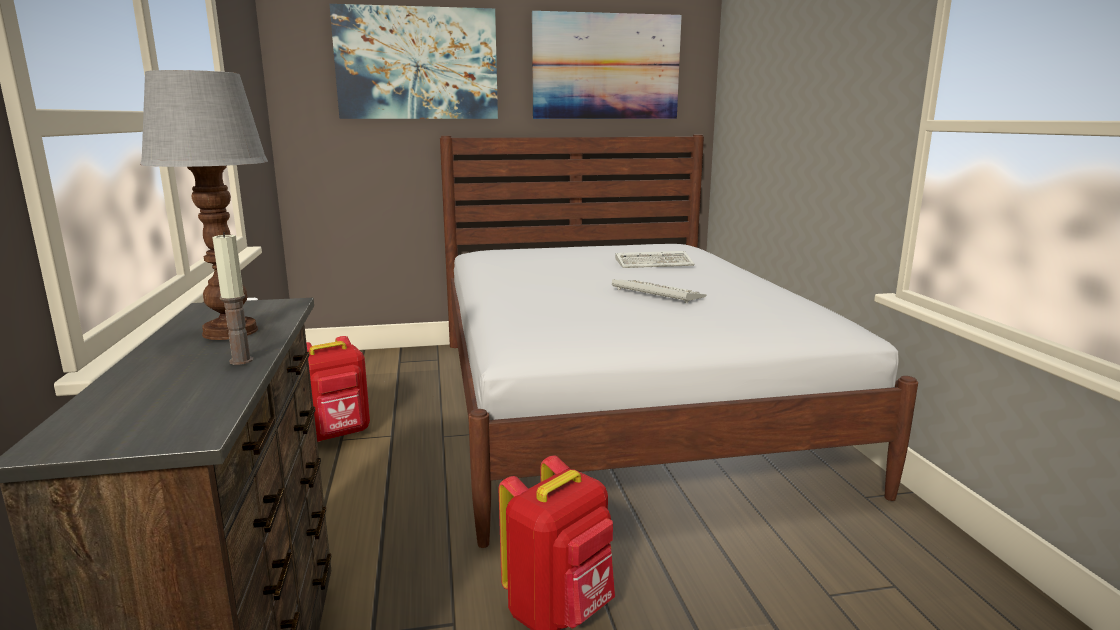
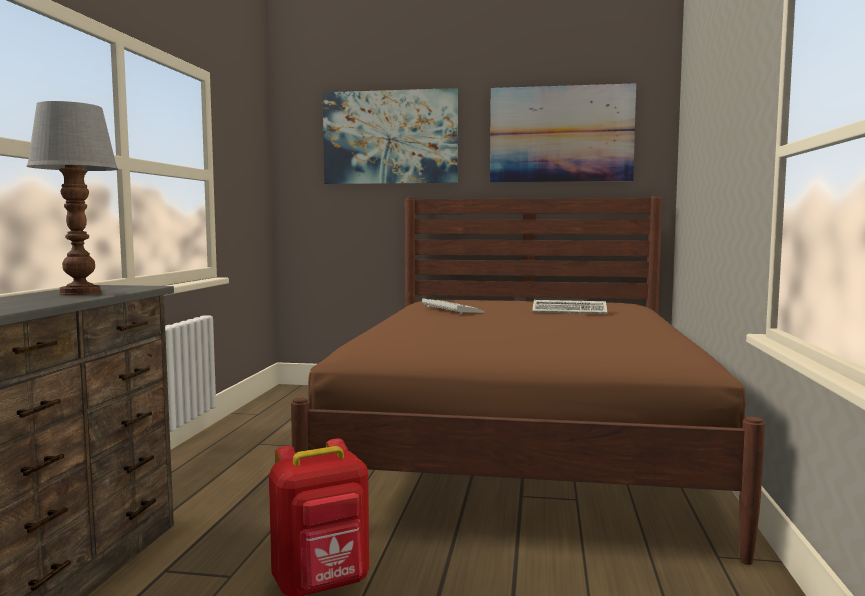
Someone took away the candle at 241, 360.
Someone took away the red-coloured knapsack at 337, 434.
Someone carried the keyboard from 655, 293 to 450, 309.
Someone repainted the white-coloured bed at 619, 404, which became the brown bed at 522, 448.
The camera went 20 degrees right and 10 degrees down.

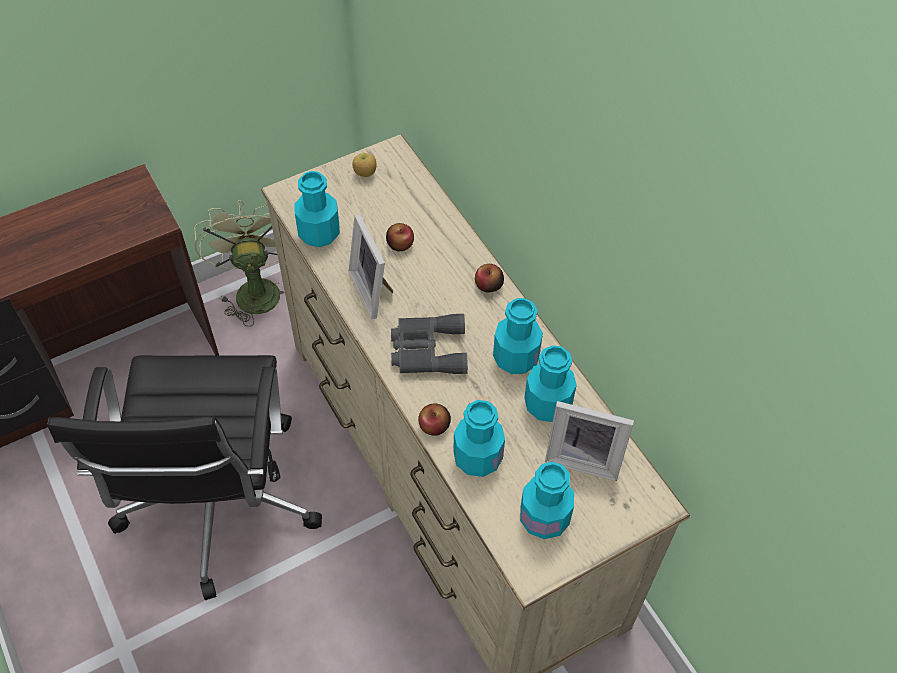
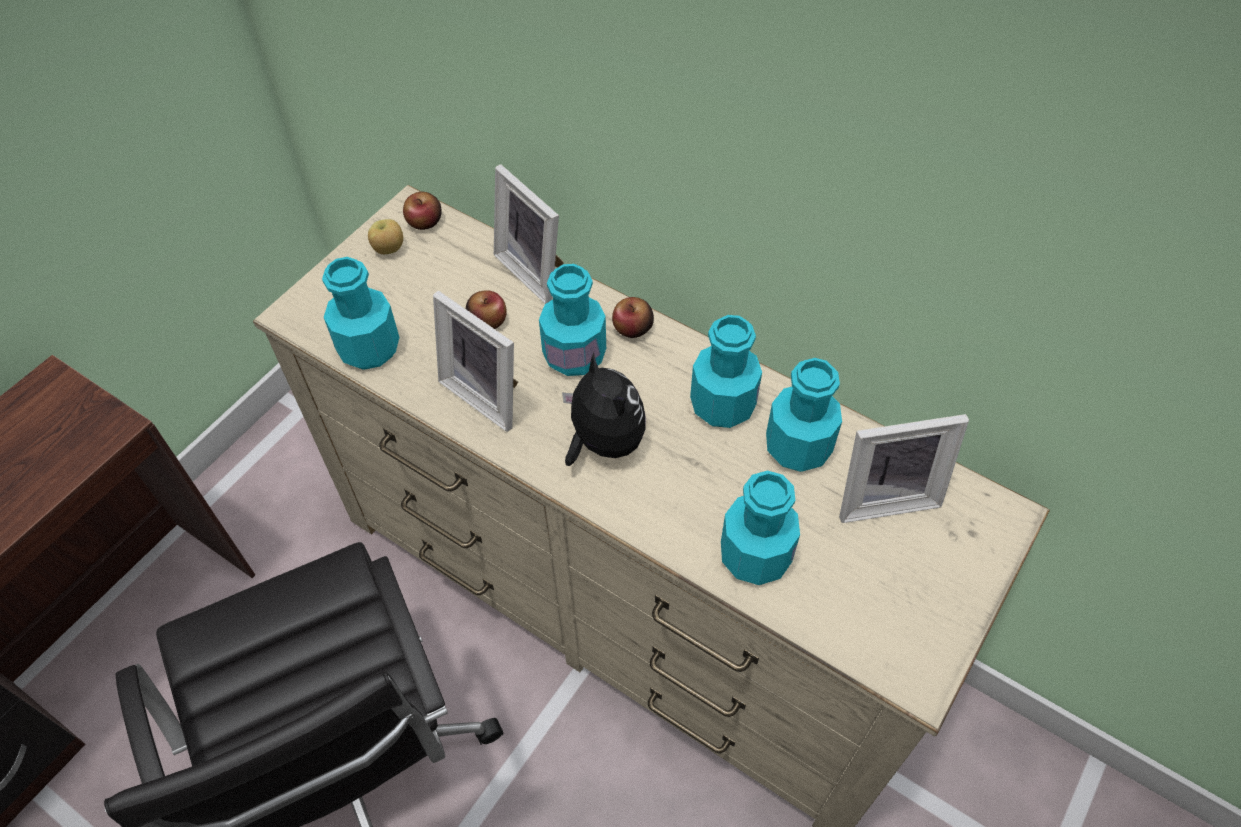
Someone took away the green electric fan at 255, 289.
Someone put down the standing frame at 535, 270.
Someone carried the apple fruit from 434, 426 to 425, 221.
Someone carried the blue-green drink bottle from 544, 518 to 574, 354.
Someone swapped the greyish field glasses at 426, 349 for the plush toy at 603, 442.
The camera went 25 degrees left and 0 degrees up.

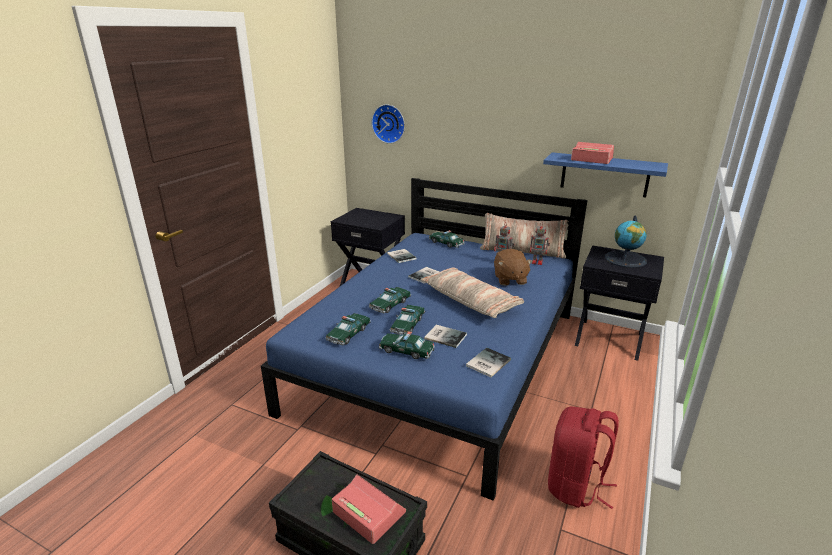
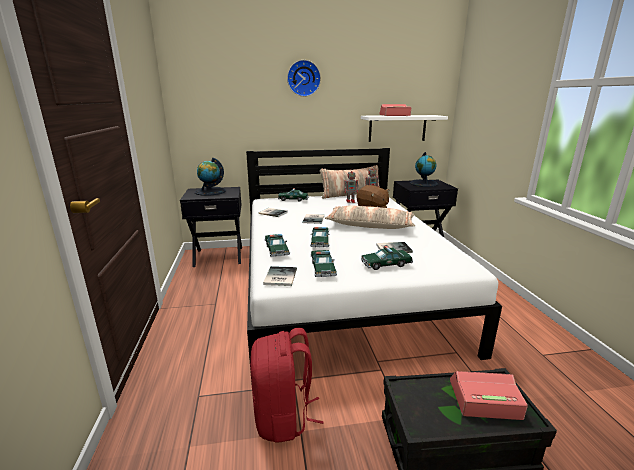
Someone put down the world globe at 210, 191.
Someone carried the clock on the wall from 389, 123 to 303, 78.
Someone carried the miniature car from 408, 325 to 276, 250.
Someone carried the volume from 487, 363 to 279, 277.
Someone carried the red-coloured knapsack from 576, 486 to 283, 417.
Someone repainted the blue-coloured bed at 441, 359, which became the white-coloured bed at 340, 287.
Someone repainted the blue-coloured shelf at 604, 175, which became the white-coloured shelf at 397, 128.
The camera went 35 degrees left and 5 degrees down.

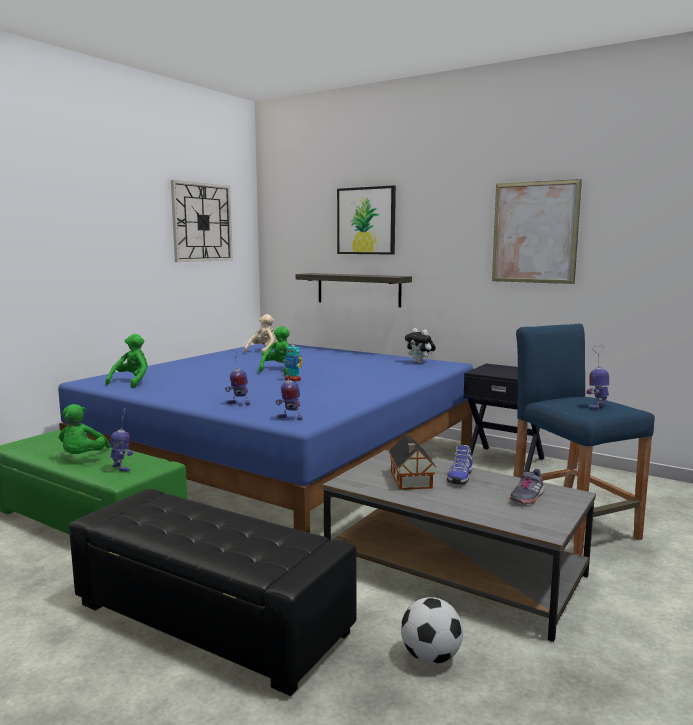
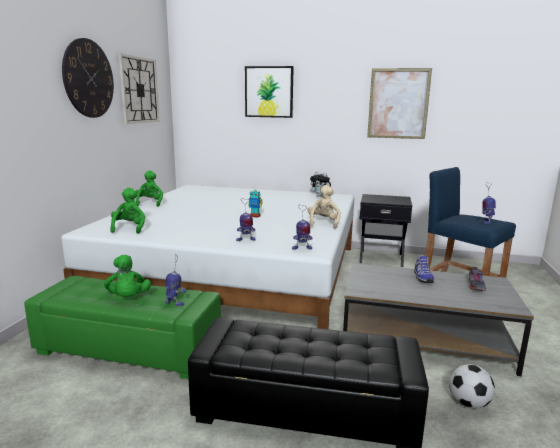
Someone took away the shelf at 358, 289.
Someone took away the model house at 411, 480.
Someone put up the clock on the wall at 88, 78.
Someone carried the sand-coloured plush toy from 263, 352 to 323, 223.
Someone carried the green plush toy from 279, 370 to 150, 203.
Someone repainted the blue-coloured bed at 283, 460, which became the white-coloured bed at 237, 275.
The camera went 20 degrees left and 5 degrees up.

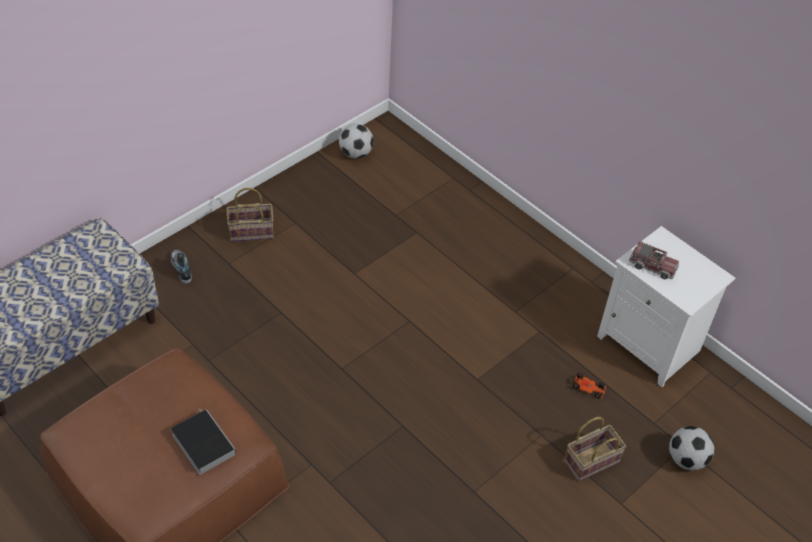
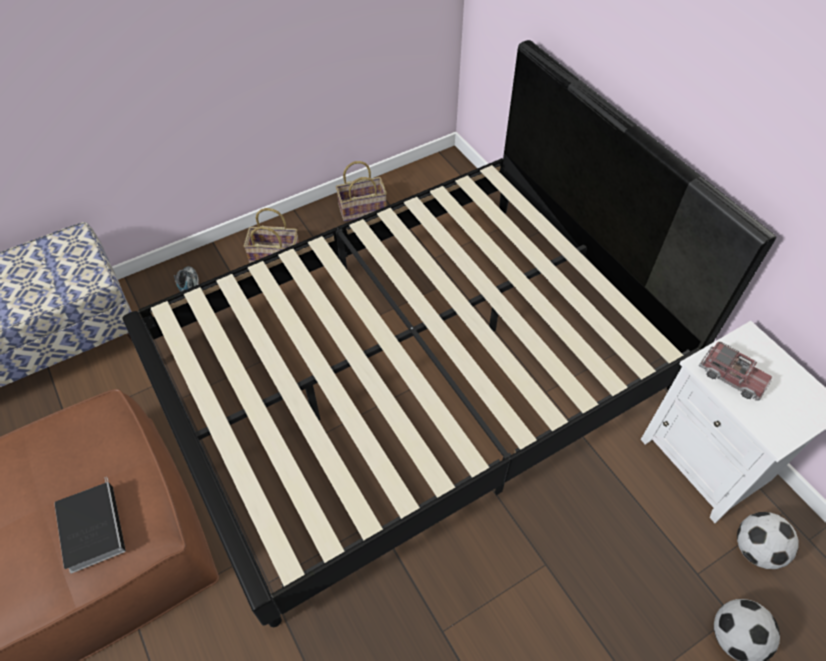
Someone took away the miniature car at 588, 388.
Someone put down the black bed at 414, 376.
Someone carried the ball for football from 356, 154 to 756, 549.
Someone carried the basket from 592, 460 to 363, 208.
The camera went 15 degrees right and 5 degrees up.

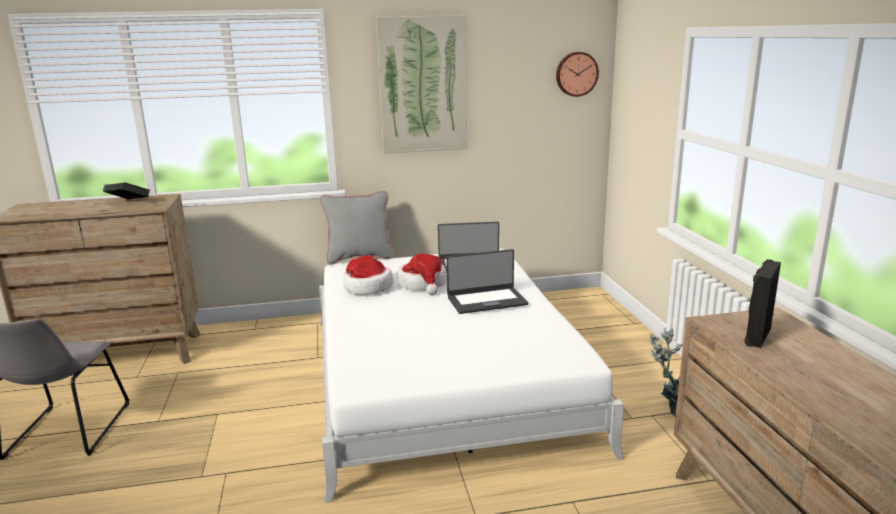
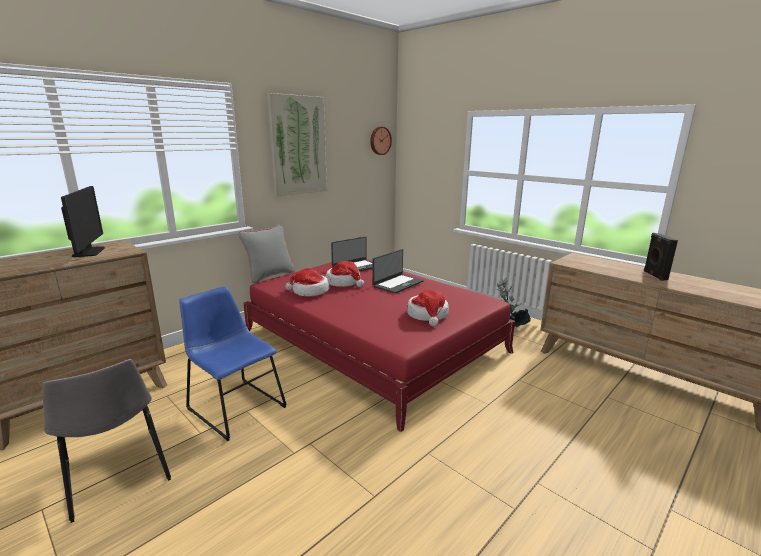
Someone put down the blue-coloured plain chair at 234, 406.
Someone put down the clothing hat at 428, 315.
Someone carried the black audio speaker from 756, 336 to 654, 275.
Someone swapped the volume at 129, 203 for the monitor at 88, 252.
Someone repainted the white-coloured bed at 442, 378, which became the red-coloured bed at 373, 342.
The camera went 35 degrees left and 0 degrees up.

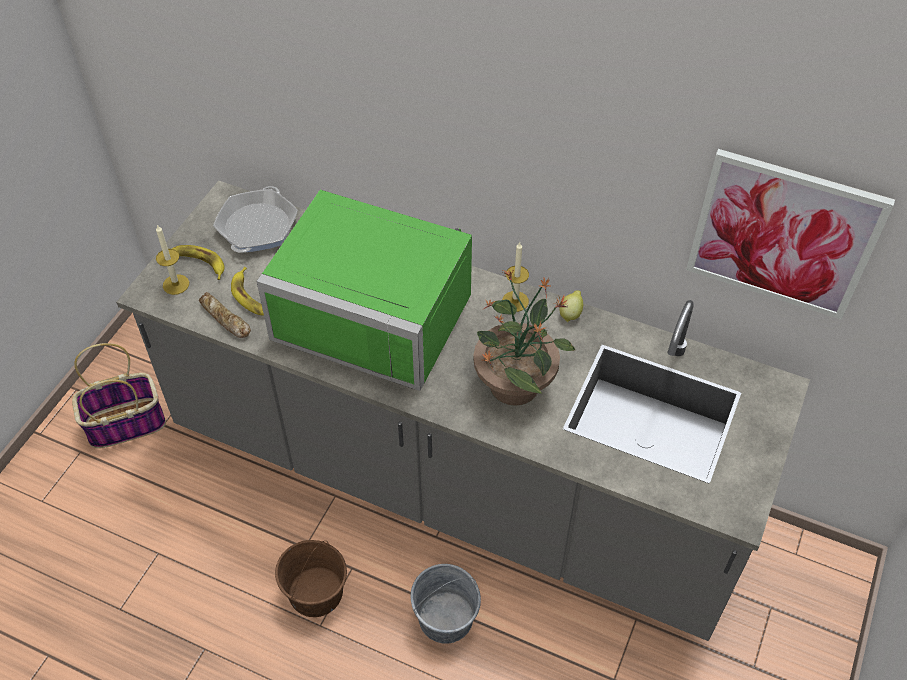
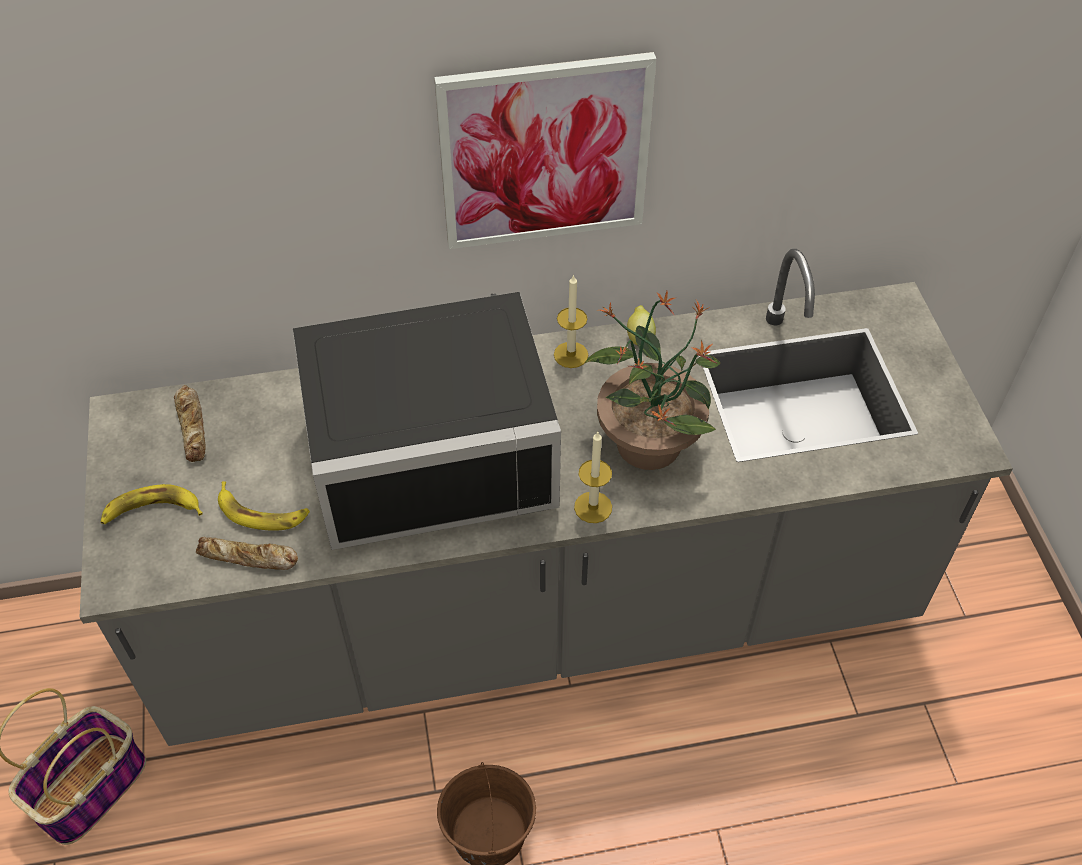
Someone took away the greyish water bucket at 446, 617.
Someone carried the candle from 176, 284 to 593, 507.
Someone carried the wall art from 783, 234 to 544, 152.
Someone swapped the frying pan at 257, 227 for the bakery bread at 193, 427.
Someone repainted the green microwave oven at 379, 311, which became the black microwave oven at 430, 445.
The camera went 35 degrees left and 0 degrees up.

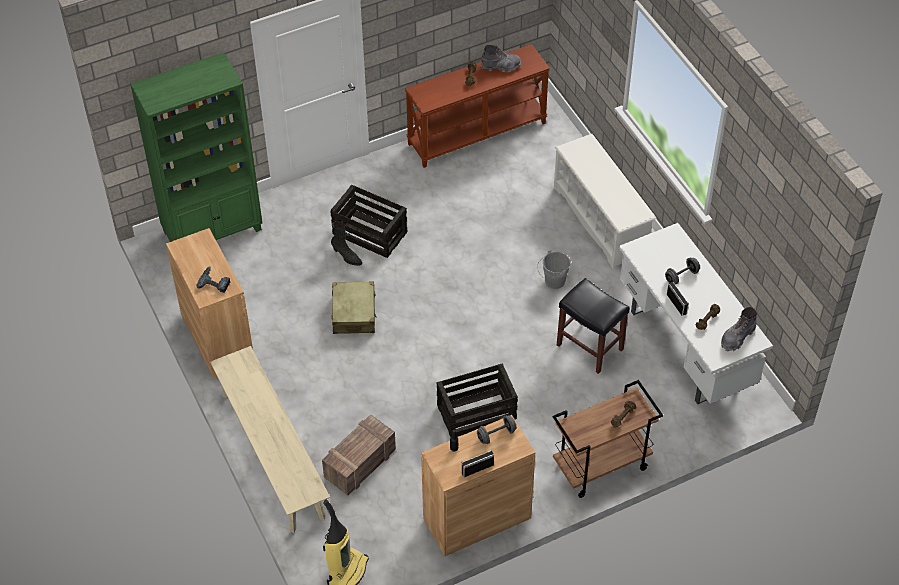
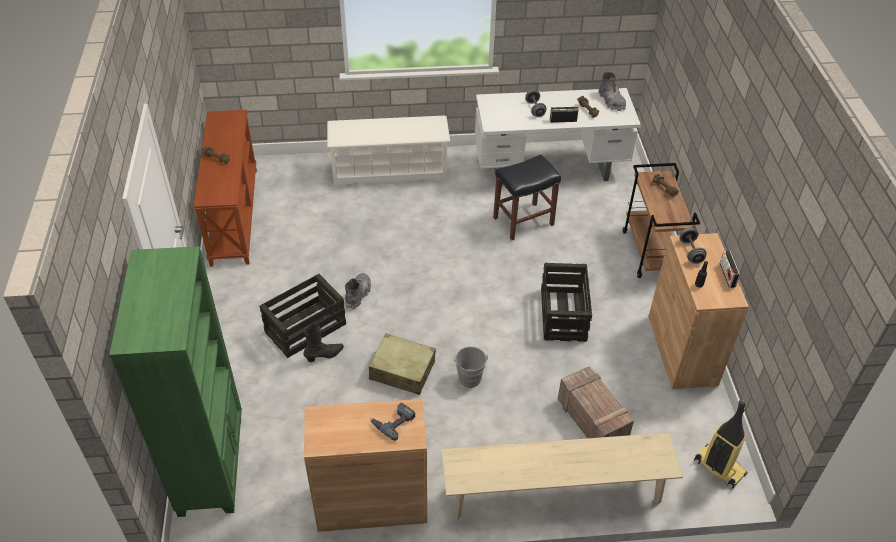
Someone carried the greyish boot from 501, 66 to 358, 294.
Someone carried the greyish water bucket from 553, 282 to 470, 381.
The camera went 70 degrees left and 5 degrees down.

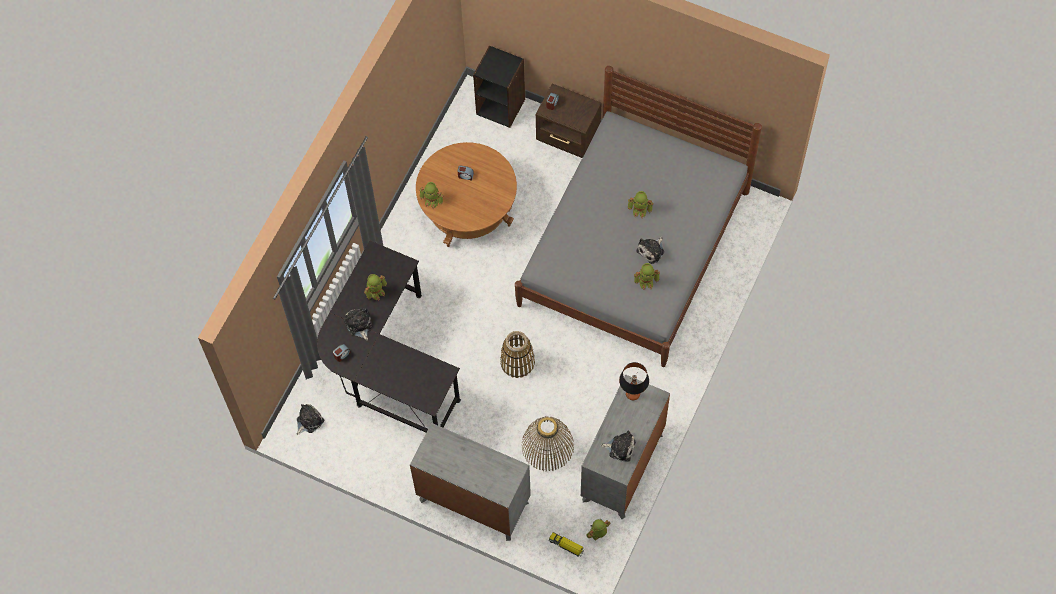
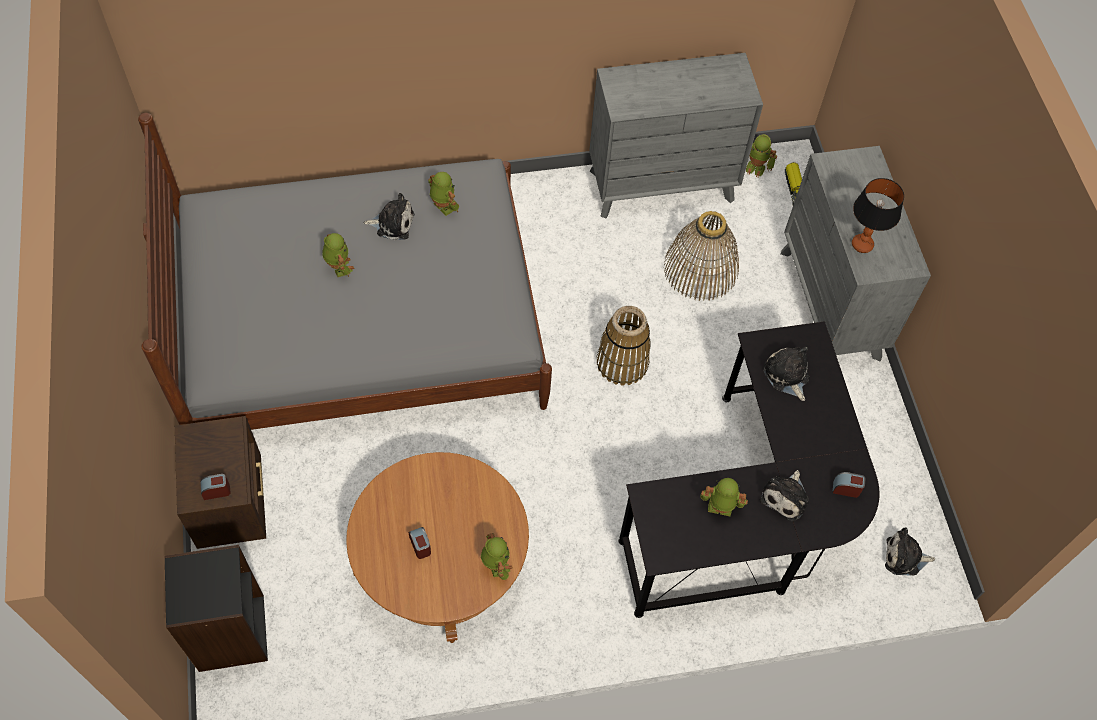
Someone carried the plush toy from 620, 447 to 787, 376.
Someone carried the table lamp from 633, 394 to 862, 244.
The camera went 130 degrees left and 5 degrees down.

